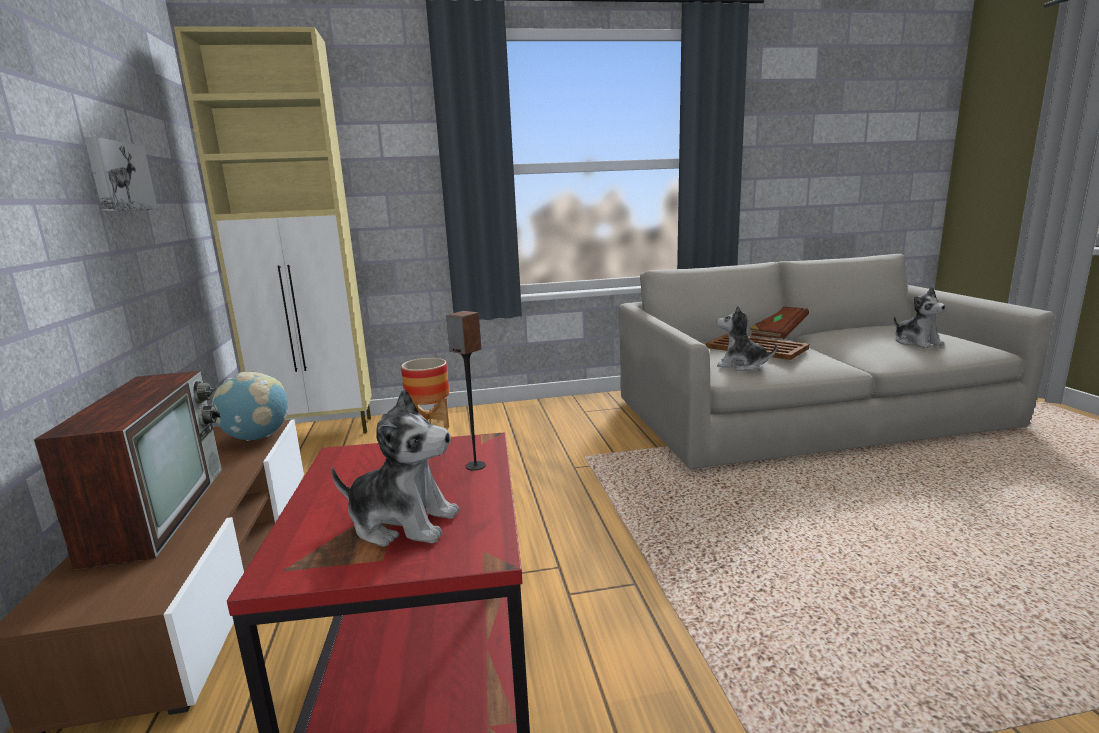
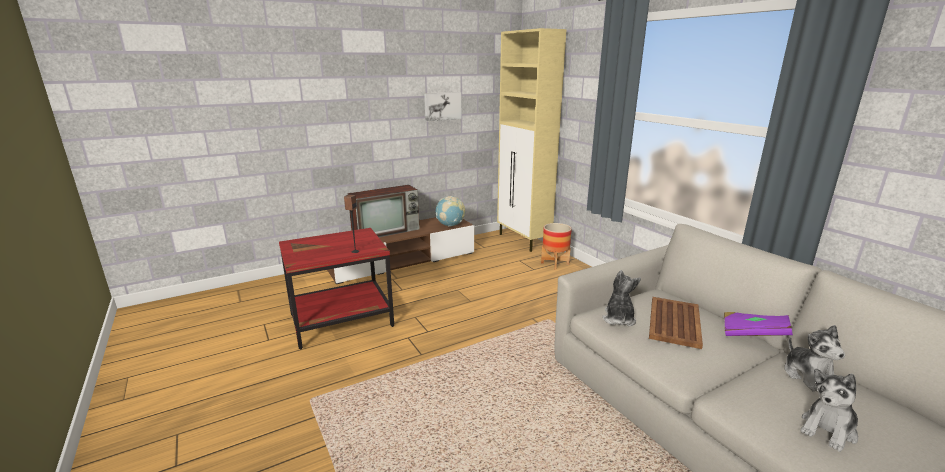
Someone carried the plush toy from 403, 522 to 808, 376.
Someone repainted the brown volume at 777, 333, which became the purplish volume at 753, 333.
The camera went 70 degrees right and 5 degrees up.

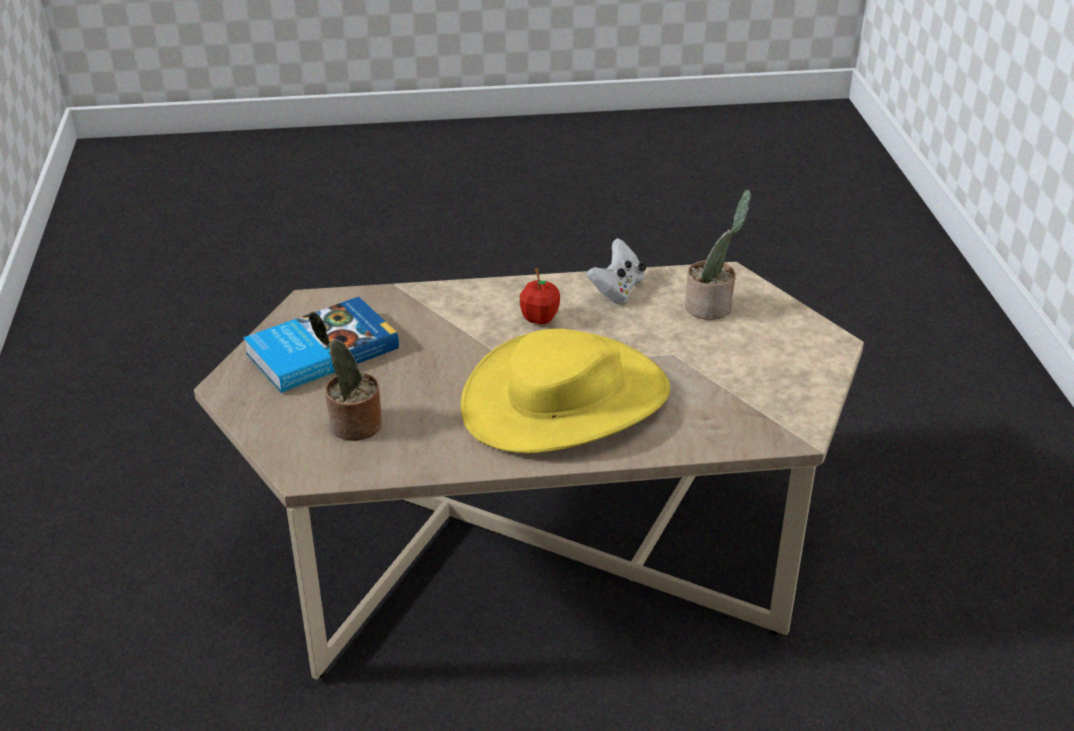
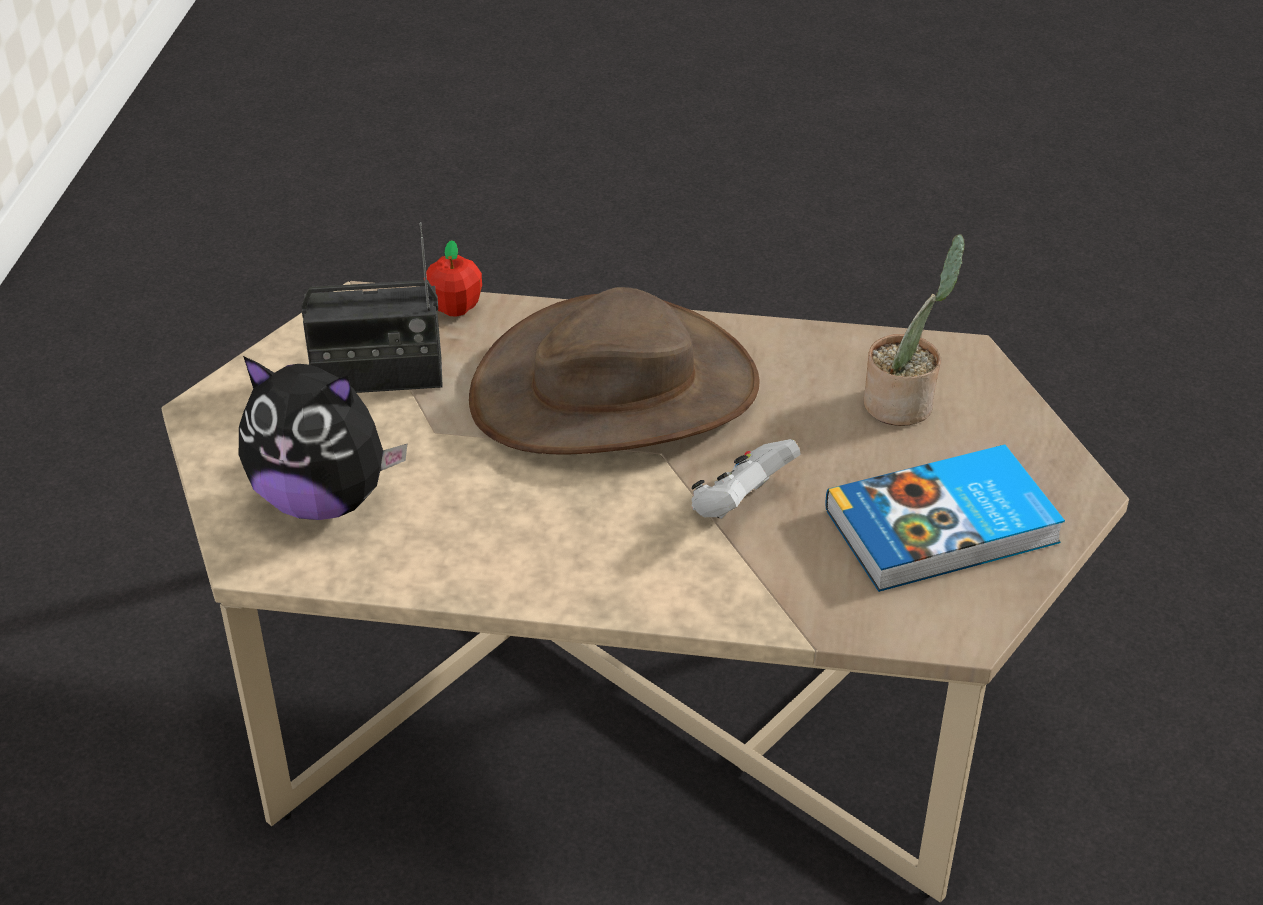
Someone put down the radio receiver at 378, 377.
Someone carried the apple fruit from 539, 319 to 455, 308.
Someone carried the white-coloured game controller from 617, 290 to 740, 504.
Someone swapped the potted plant at 712, 307 for the plush toy at 323, 499.
Someone repainted the yellow clothing hat at 566, 400, which became the brown clothing hat at 615, 390.
The camera went 165 degrees left and 5 degrees up.

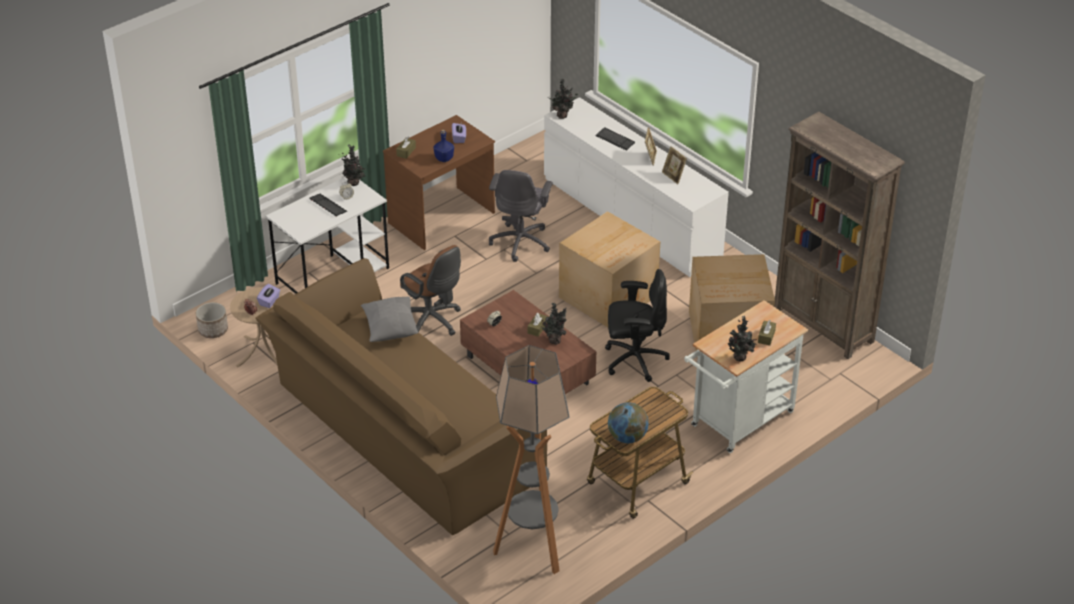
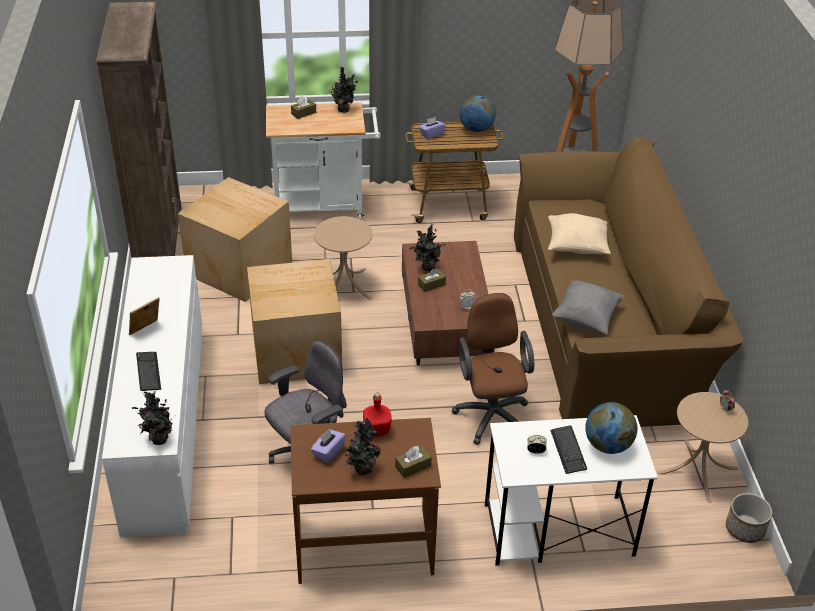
Someone took away the standing frame at 673, 176.
Someone put down the sand-coloured pillow at 576, 247.
Someone put down the world globe at 607, 445.
Someone carried the purplish box of tissues from 269, 301 to 431, 134.
Someone carried the potted plant from 354, 183 to 361, 468.
Someone swapped the black desk chair at 634, 360 for the sand-coloured accent table at 344, 285.
Someone repainted the blue-coloured drink bottle at 444, 158, which became the red-coloured drink bottle at 376, 430.
The camera went 145 degrees left and 0 degrees up.

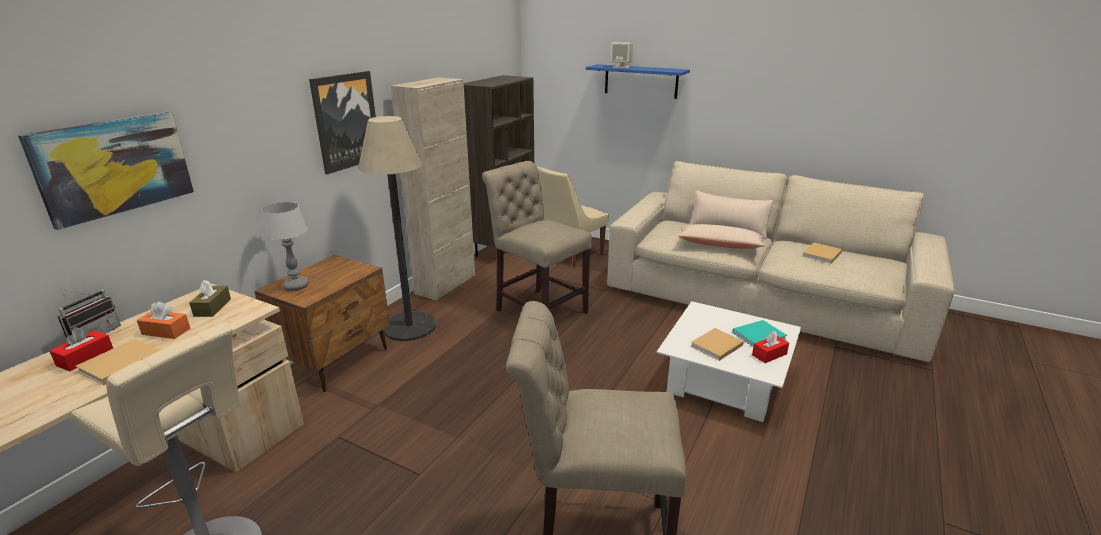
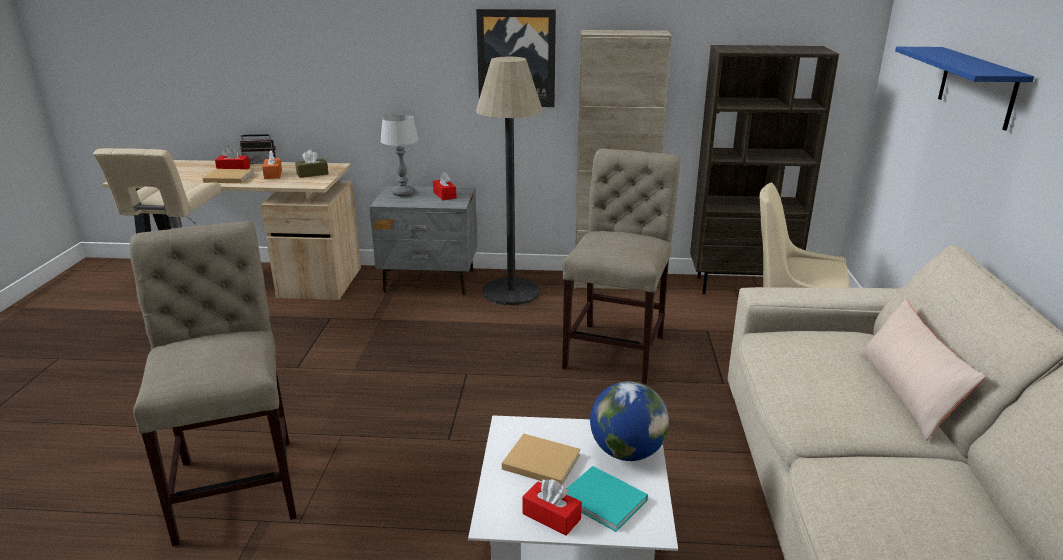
Someone took away the wall art at 114, 166.
Someone took away the sand-coloured audio speaker at 621, 67.
Someone took away the sand-coloured pillow at 719, 245.
Someone took away the sand-coloured volume at 821, 254.
Someone put down the red-coloured box of tissues at 444, 195.
Someone put down the world globe at 627, 452.
Someone repainted the brown nightstand at 337, 361, which became the greyish nightstand at 430, 281.
The camera went 65 degrees right and 0 degrees up.

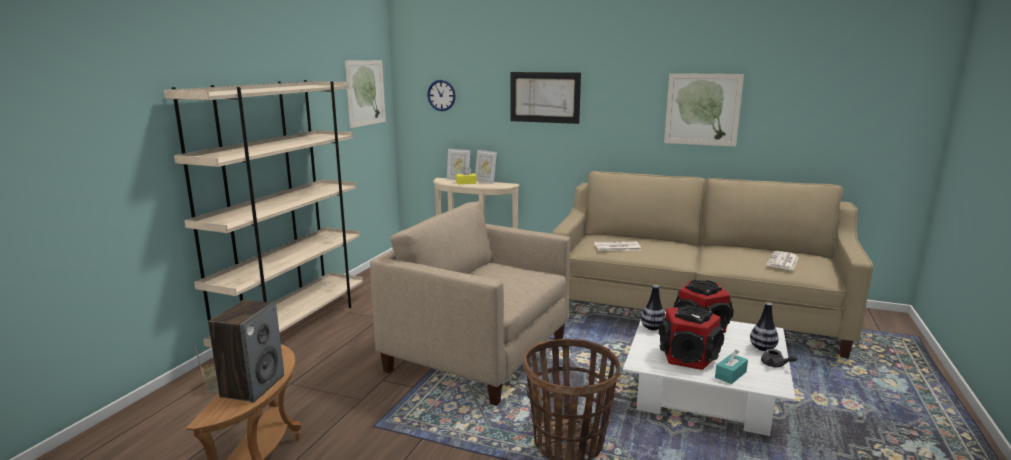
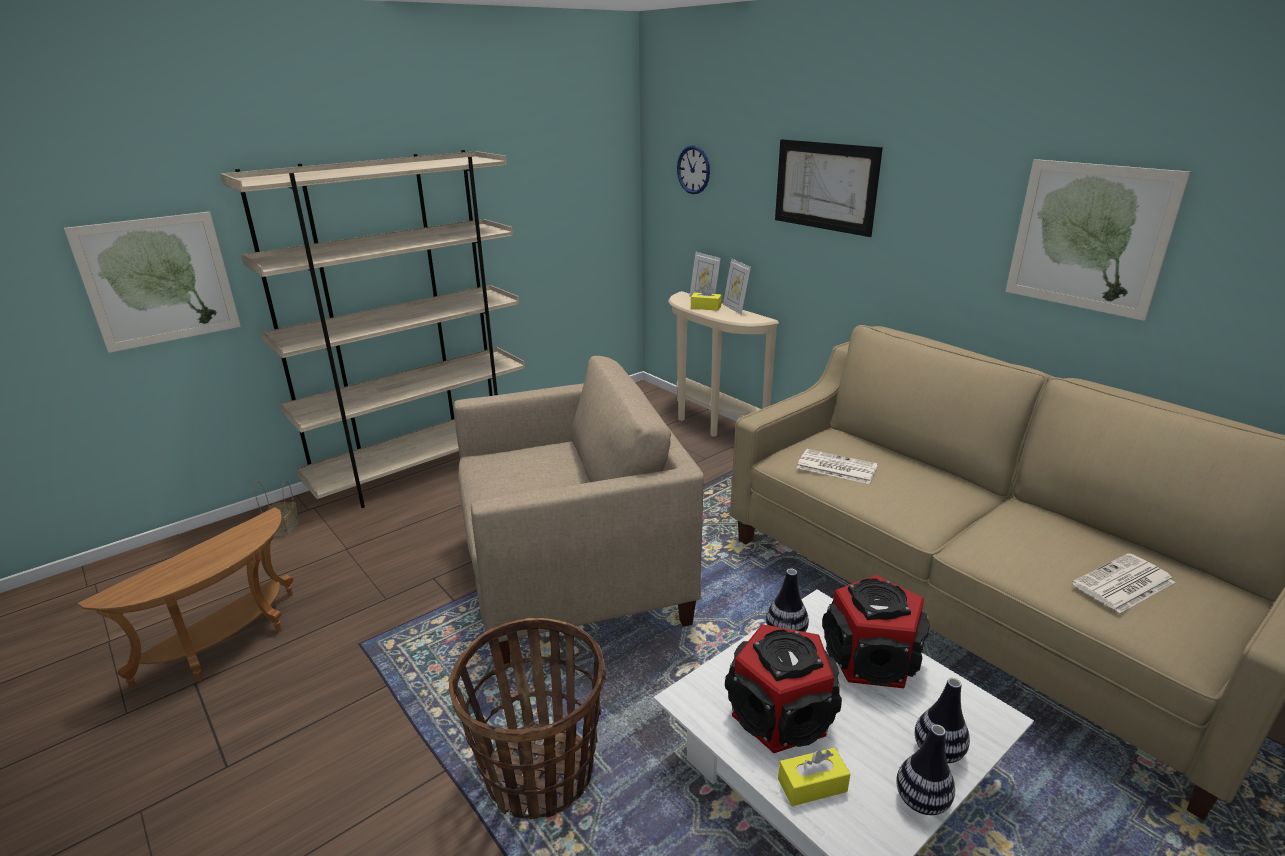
Someone took away the audio speaker at 253, 386.
Someone carried the wall art from 365, 93 to 159, 281.
Someone swapped the greyish tea pot at 775, 365 for the decorative vase at 921, 801.
Someone repainted the blue-green box of tissues at 730, 375, which became the yellow box of tissues at 812, 785.
Someone rotated the sand-coloured easy chair at 479, 354 by 105 degrees clockwise.
The camera went 30 degrees right and 10 degrees up.

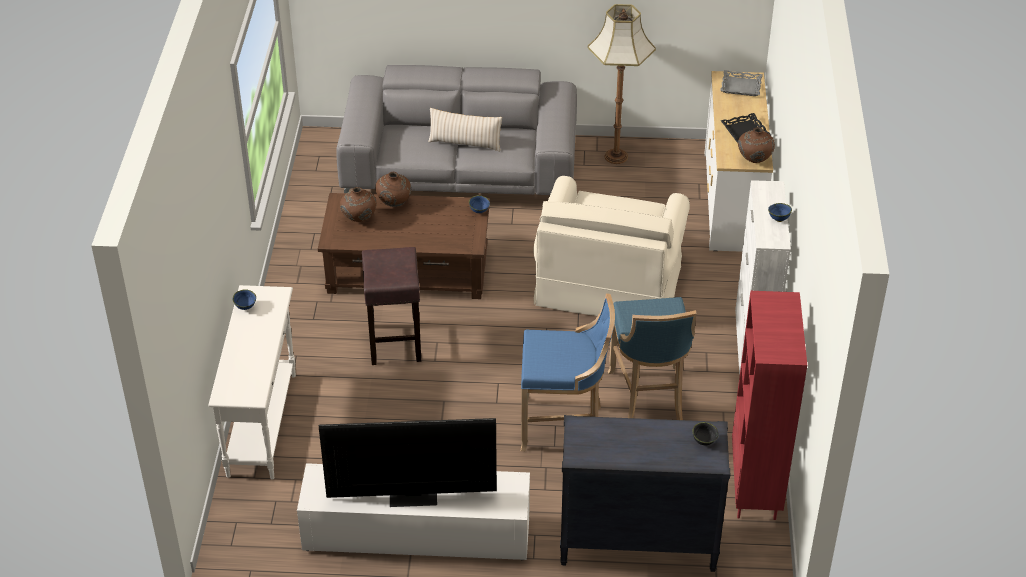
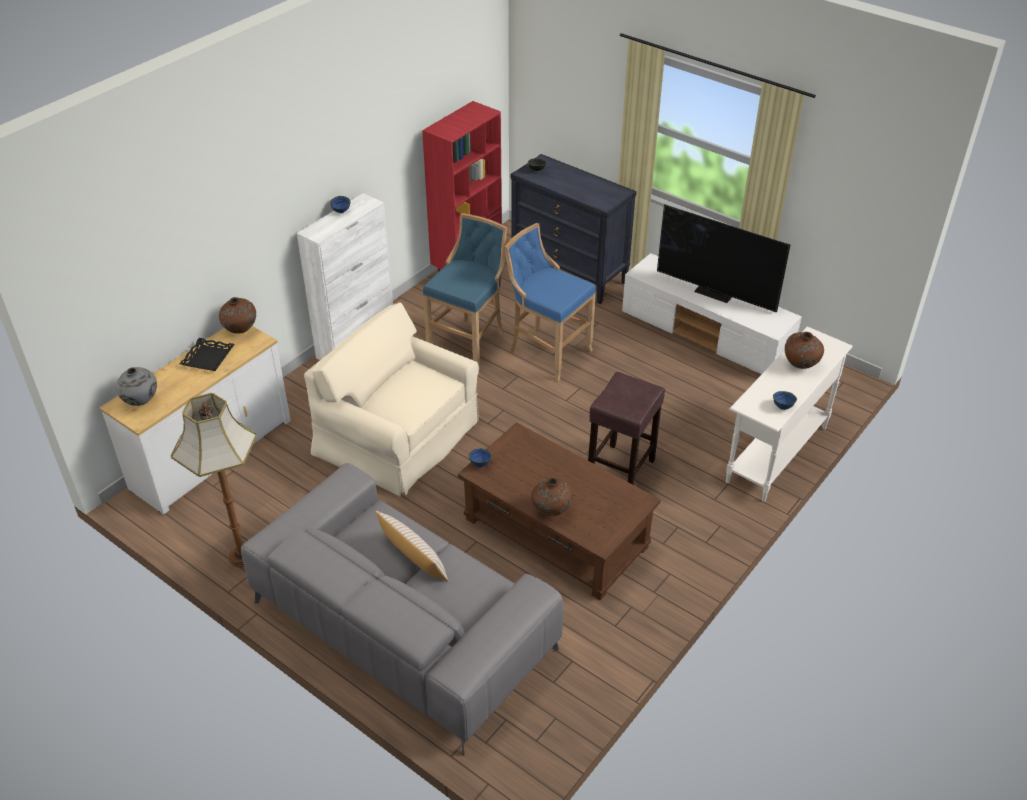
Someone carried the brown decorative vase from 359, 220 to 800, 365.
Someone swapped the greyish carrying tray at 741, 87 for the greyish decorative vase at 141, 402.
Someone rotated the sand-coloured easy chair at 608, 281 by 105 degrees counterclockwise.
The camera went 145 degrees left and 0 degrees up.

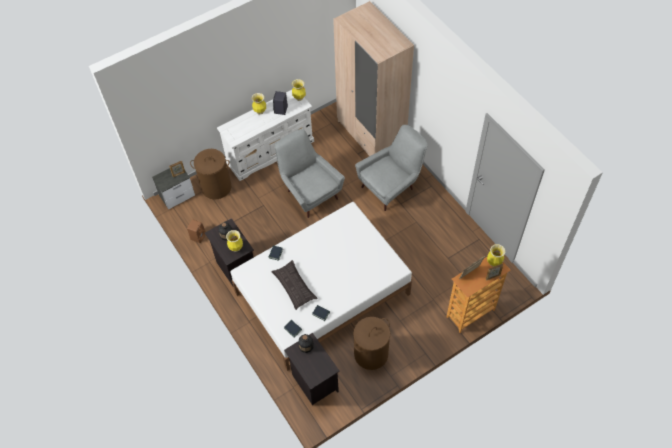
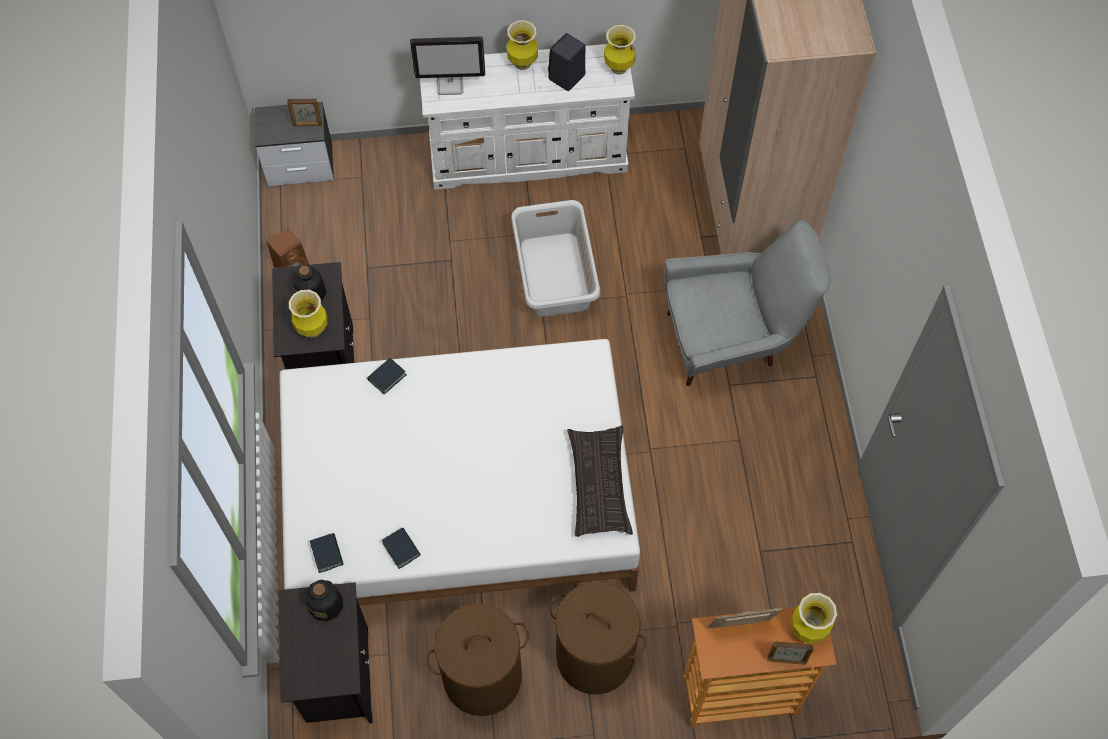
Someone put down the monitor at 451, 84.
Someone carried the brown hamper from 216, 187 to 594, 656.
Someone carried the pillow from 294, 286 to 599, 484.
Someone swapped the greyish easy chair at 309, 192 for the greyish hamper at 555, 274.
The camera went 25 degrees right and 5 degrees up.

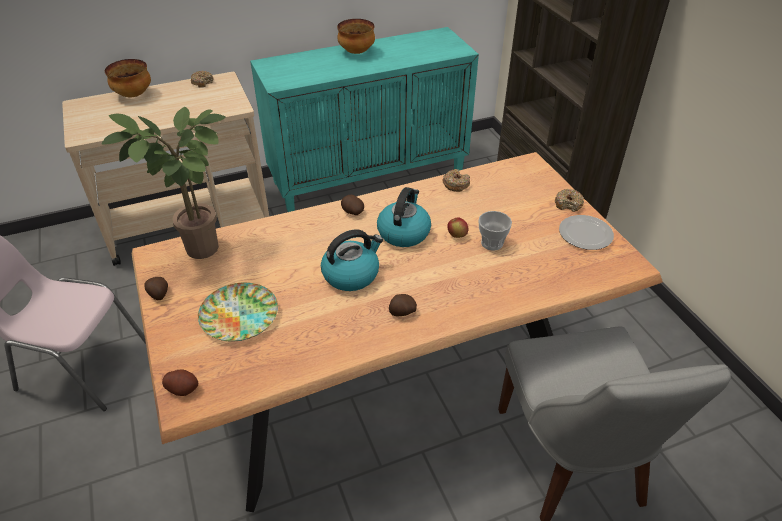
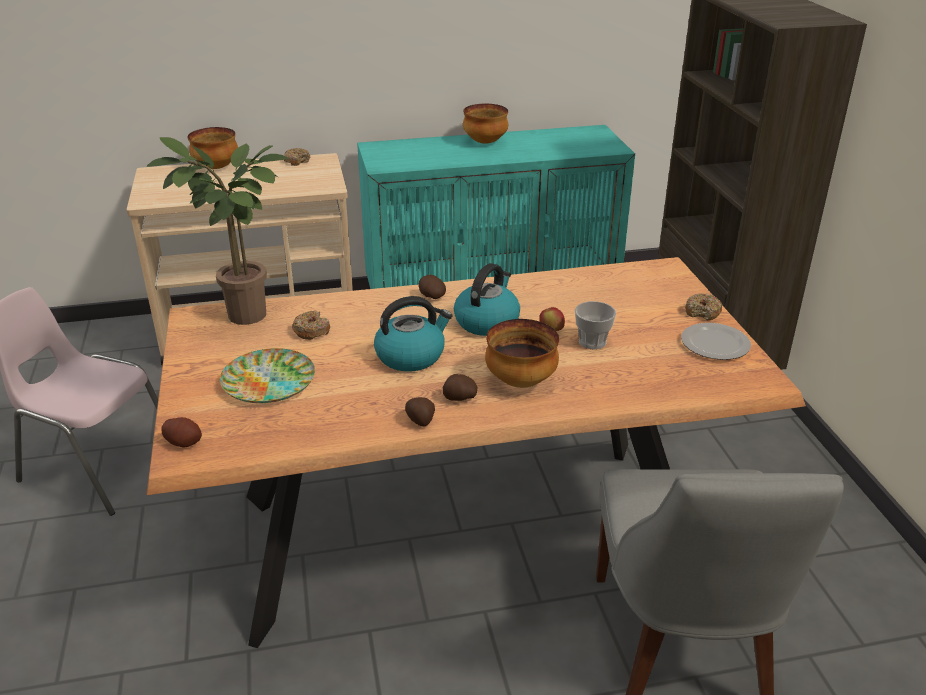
Someone put down the bowl at 520, 380.
Someone carried the potato from 158, 294 to 420, 421.
Someone carried the doughnut from 455, 184 to 311, 331.
The camera went 10 degrees right and 10 degrees down.

